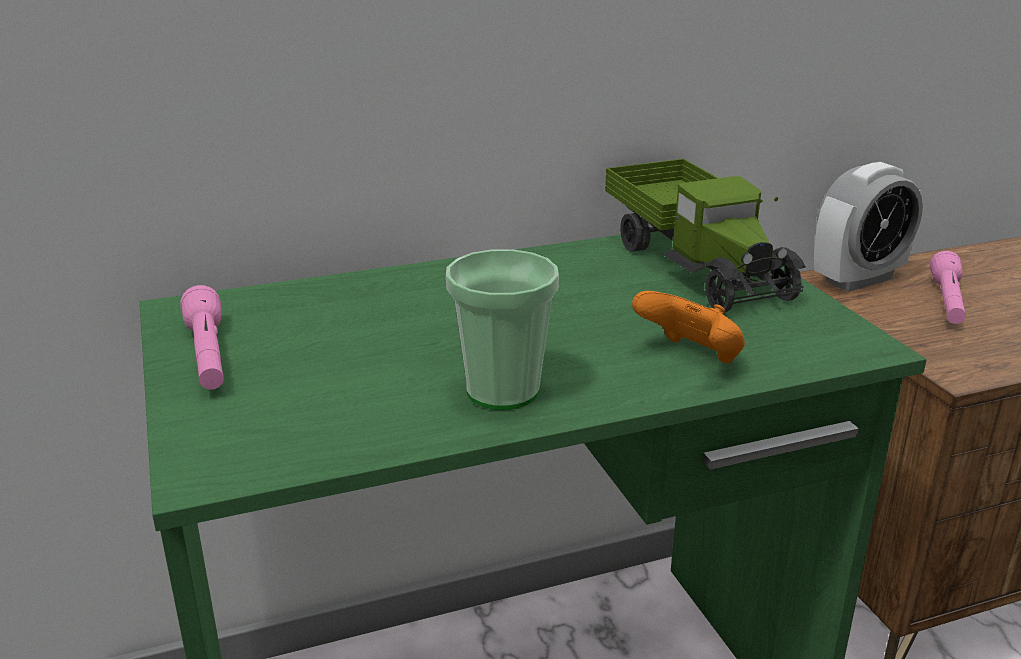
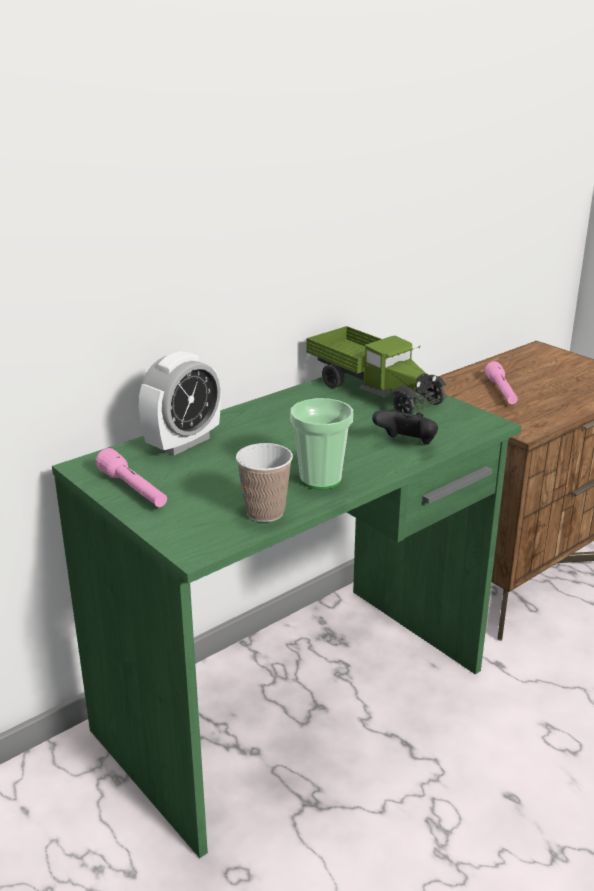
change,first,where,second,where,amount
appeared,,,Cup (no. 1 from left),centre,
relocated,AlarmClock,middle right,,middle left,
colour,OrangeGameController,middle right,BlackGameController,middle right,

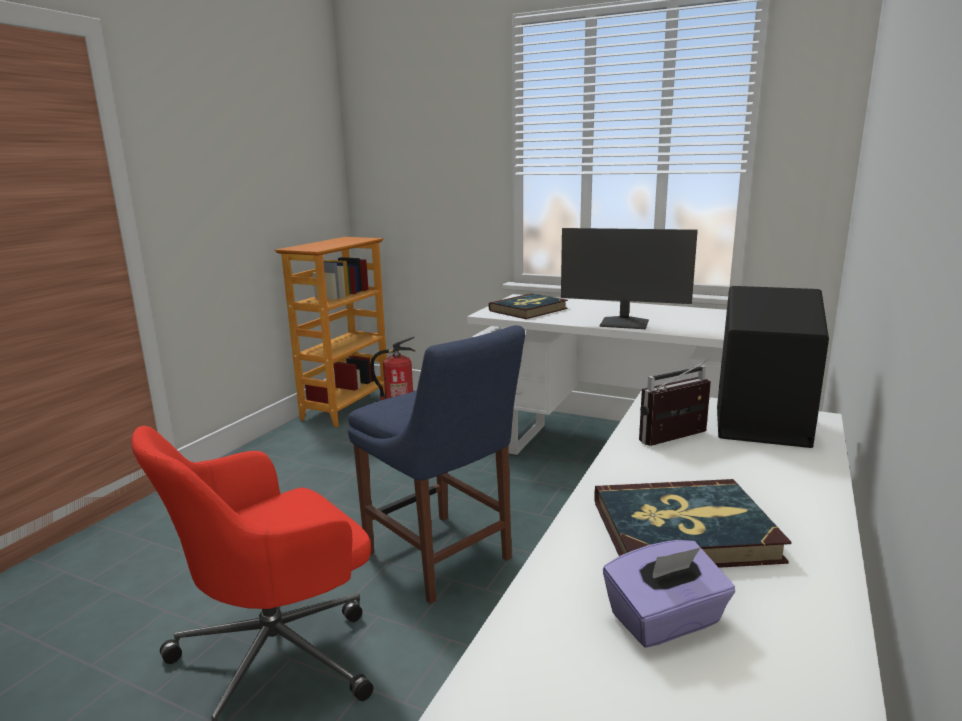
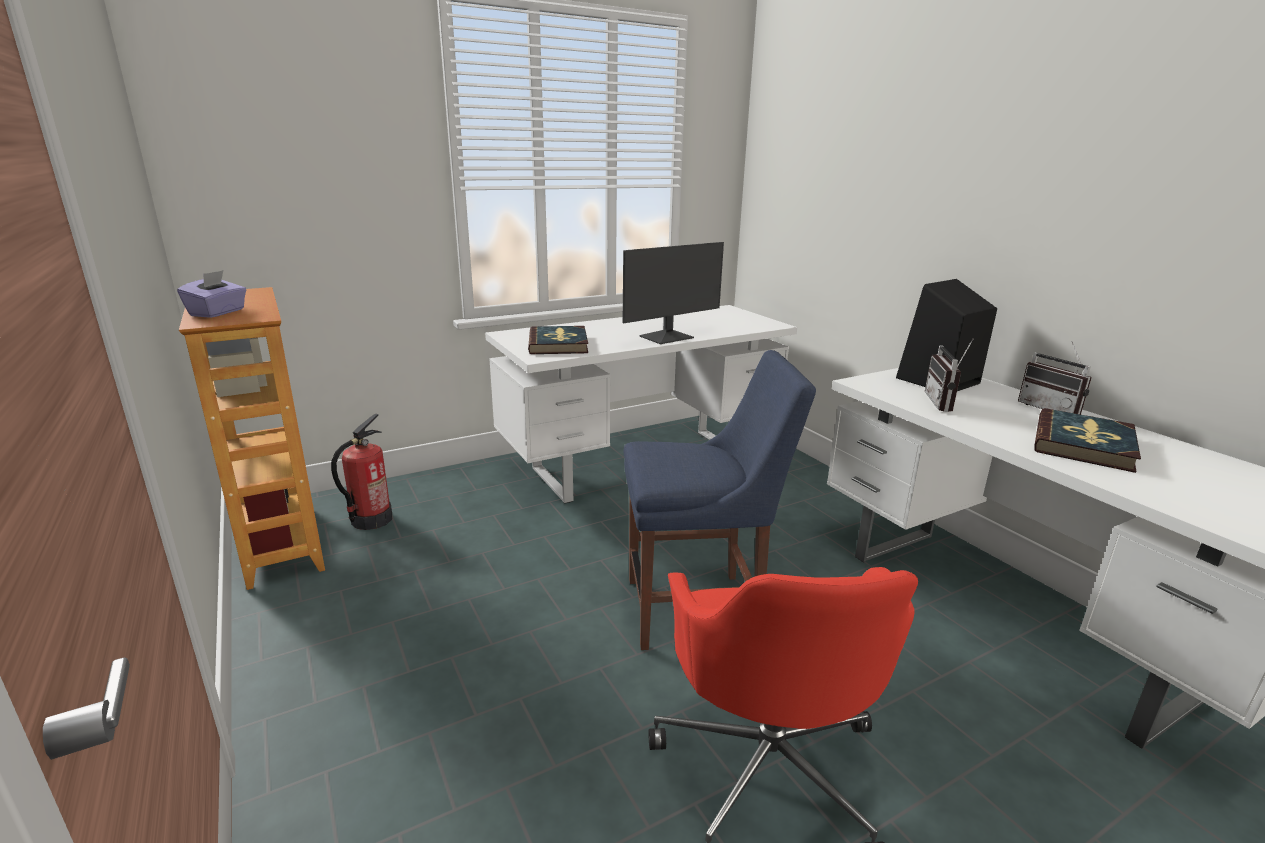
change,first,where,second,where,amount
appeared,,,Radio (no. 2 from left),middle right,
relocated,PurpleTissueBox,bottom right,,middle left,

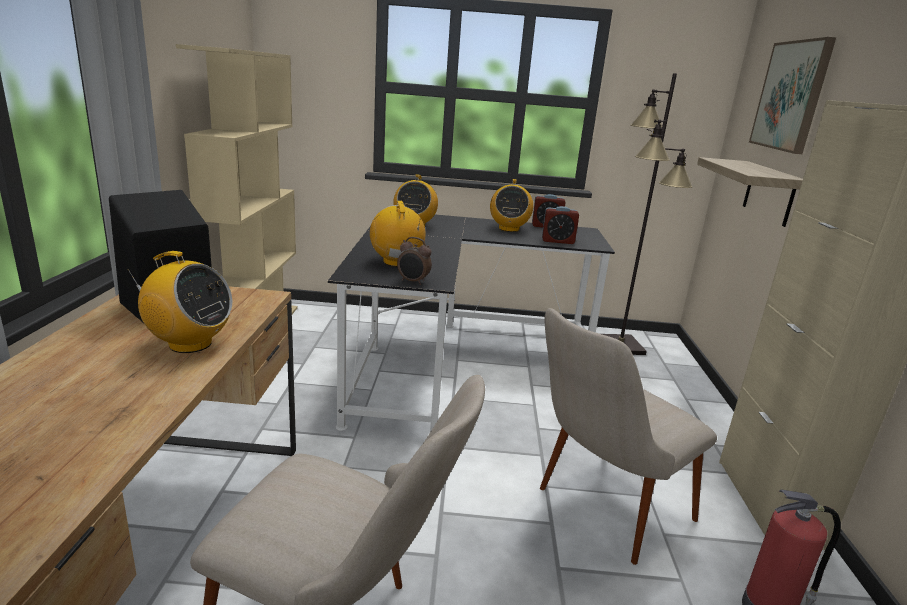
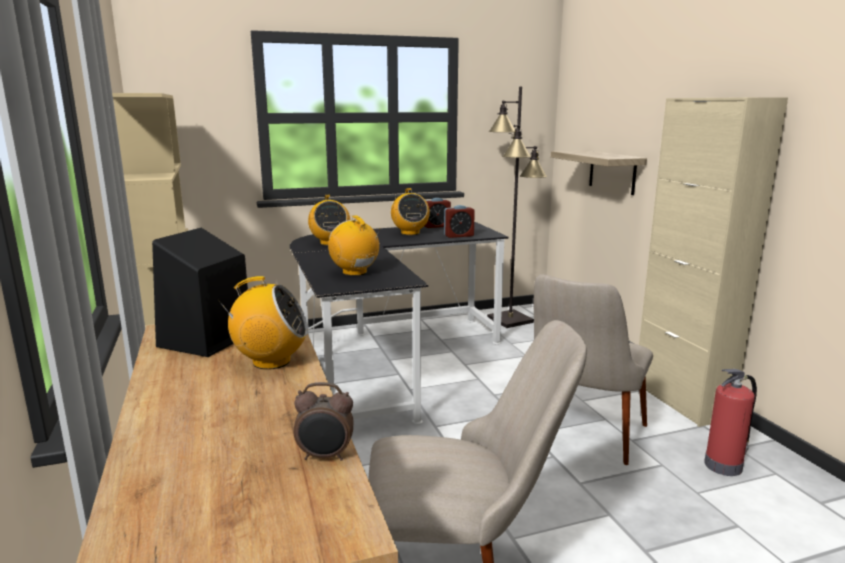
change,first,where,second,where,amount
missing,Picture,top right,,,
relocated,AlarmClock (no. 1 from left),centre,,bottom centre,

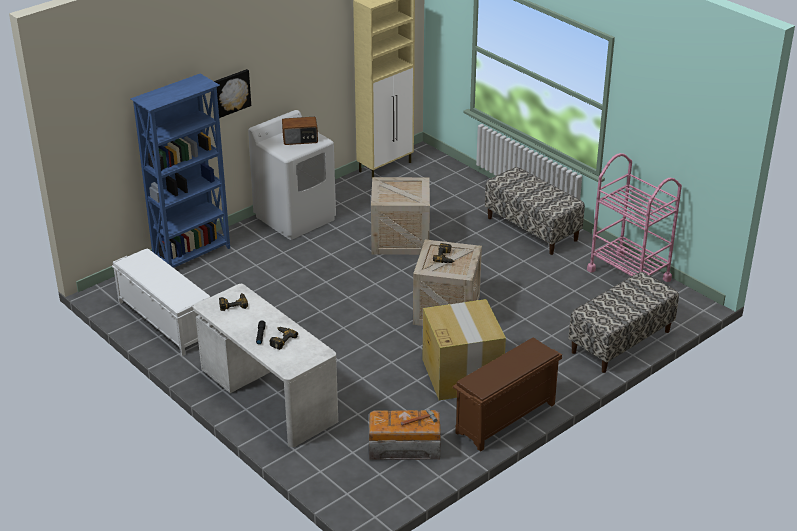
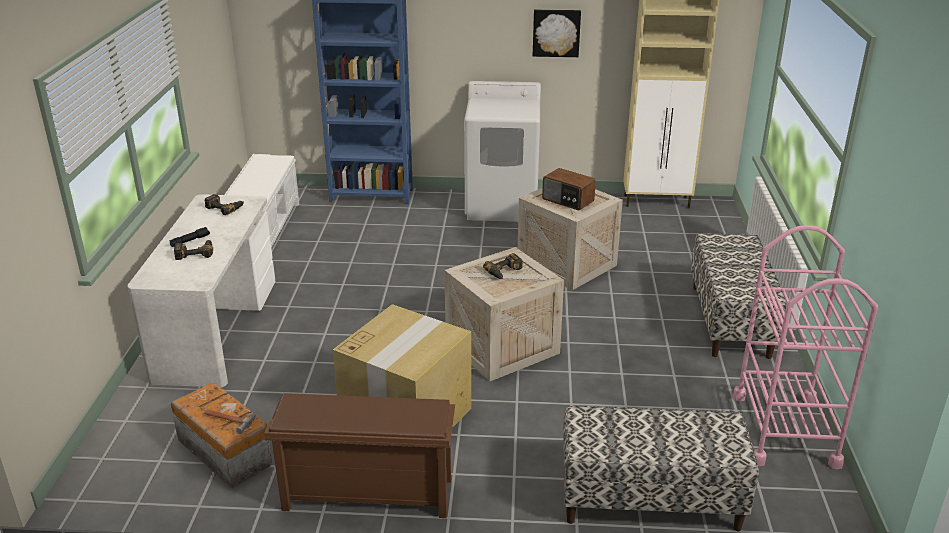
change,first,where,second,where,amount
relocated,Picture,top left,,top centre,
relocated,Radio,top centre,,centre,

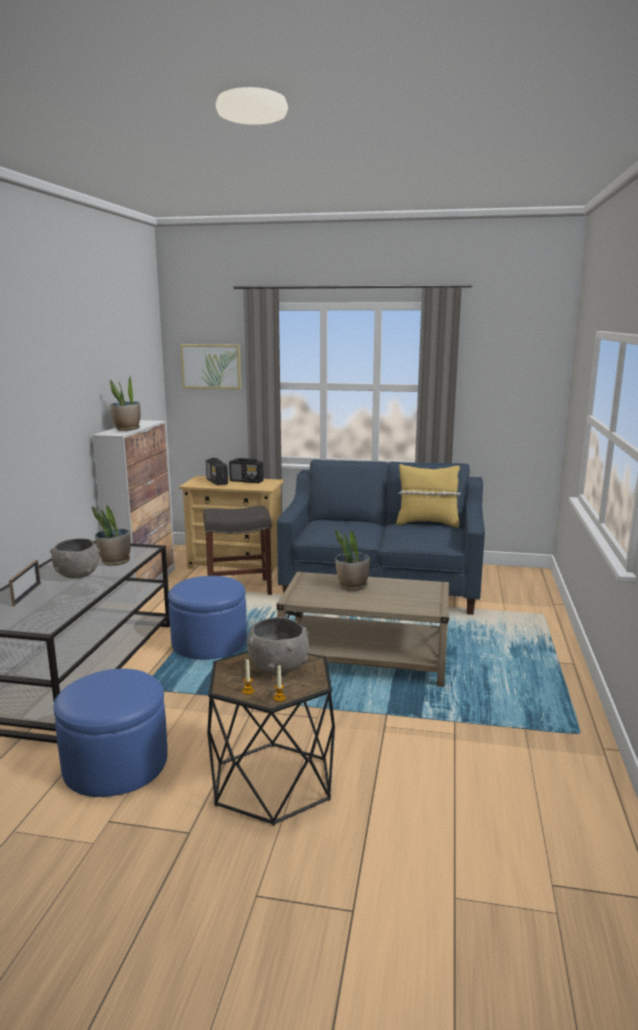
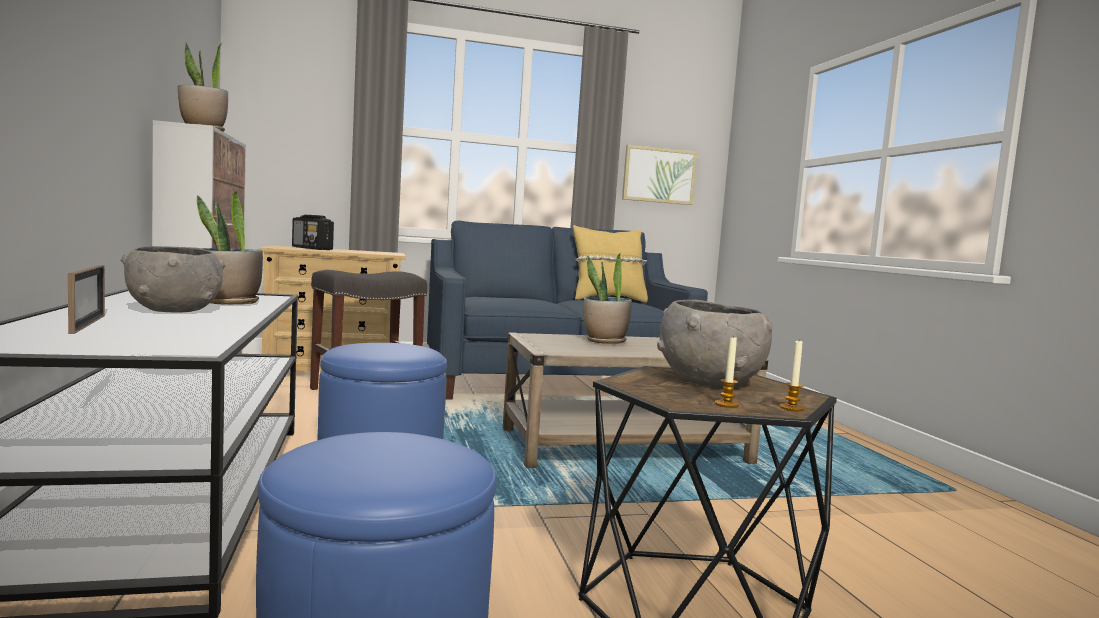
change,first,where,second,where,amount
missing,Radio (no. 2 from left),centre,,,
relocated,Picture,middle left,,top centre,

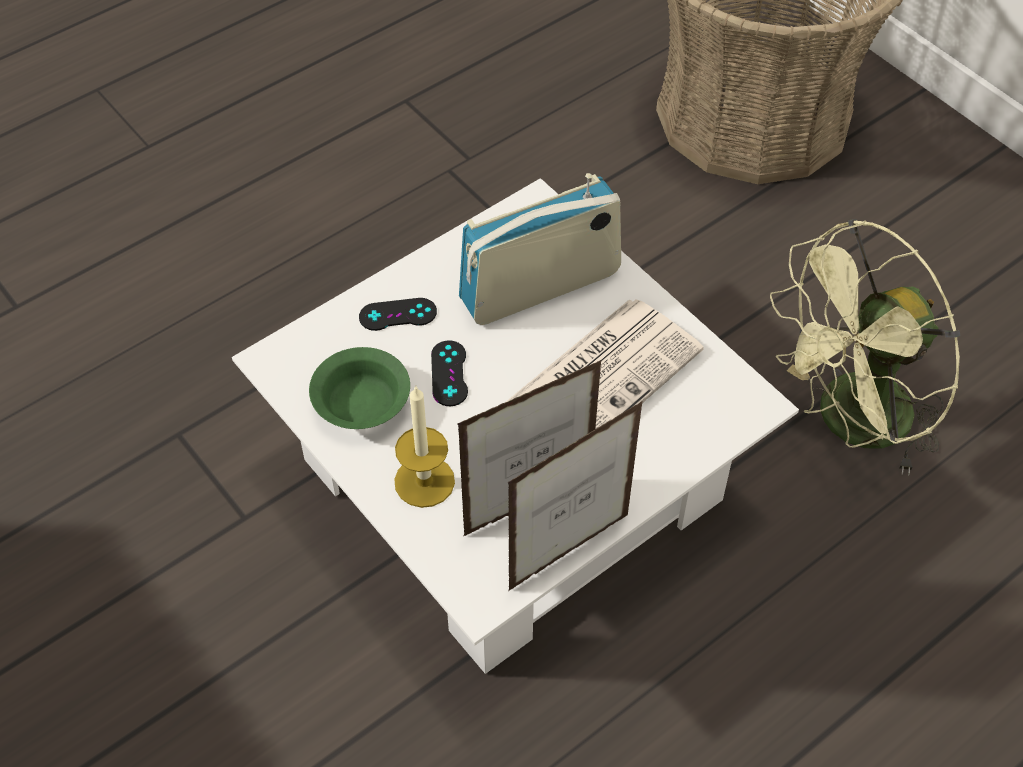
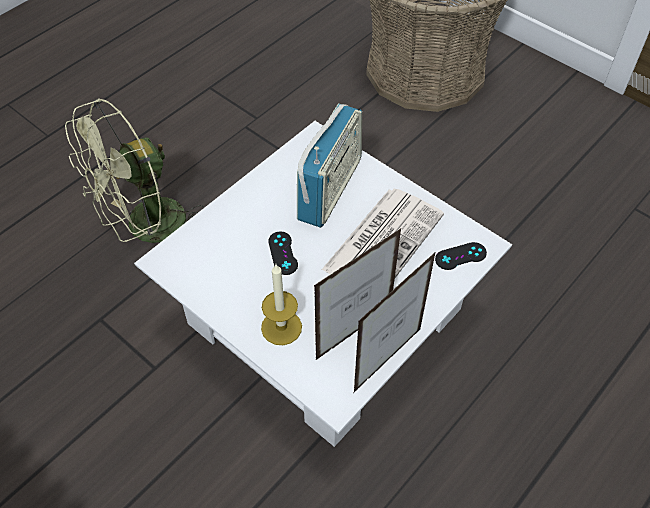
change,first,where,second,where,amount
missing,GreenBowl,centre,,,
relocated,BlackGameController (no. 1 from left in the first image),centre,BlackGameController (no. 2 from left),middle right,
relocated,GreenFan,middle right,,middle left,
spun,Radio,top centre,,top centre,150 degrees clockwise

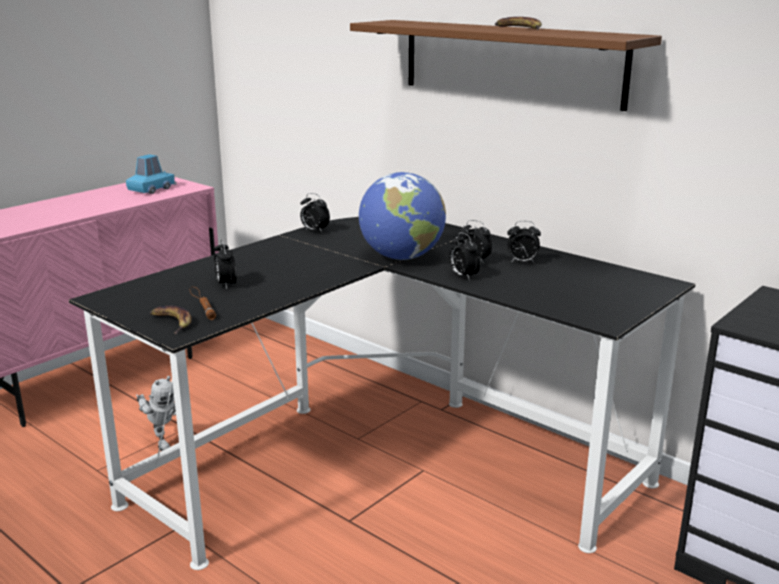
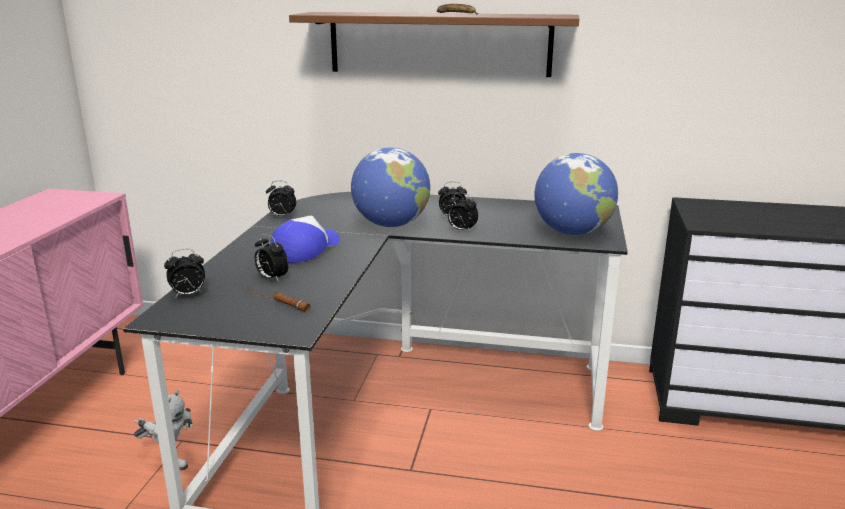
change,first,where,second,where,amount
missing,BlueToyCar,top left,,,
missing,Banana (no. 1 from left),middle left,,,
appeared,,,Cap,centre,
appeared,,,Globe (no. 2 from left),middle right,
relocated,AlarmClock (no. 5 from left in the first image),middle right,AlarmClock (no. 1 from left),middle left,

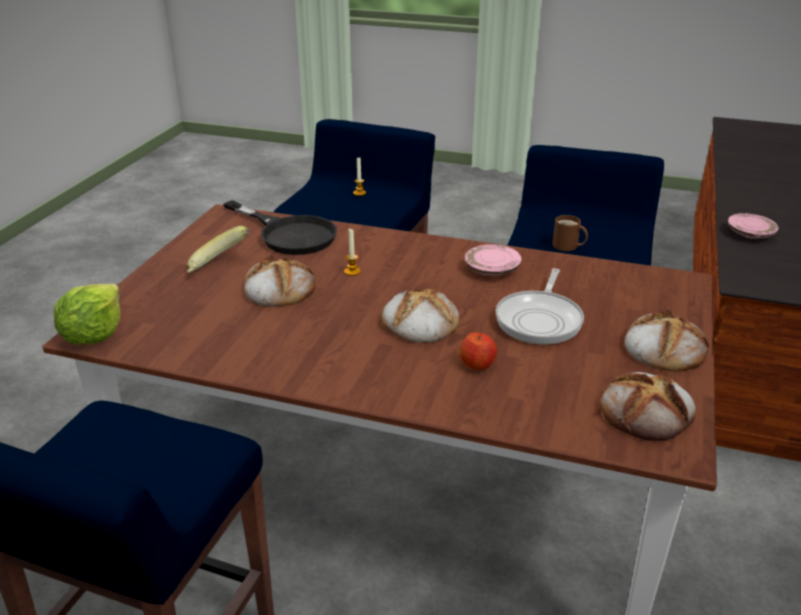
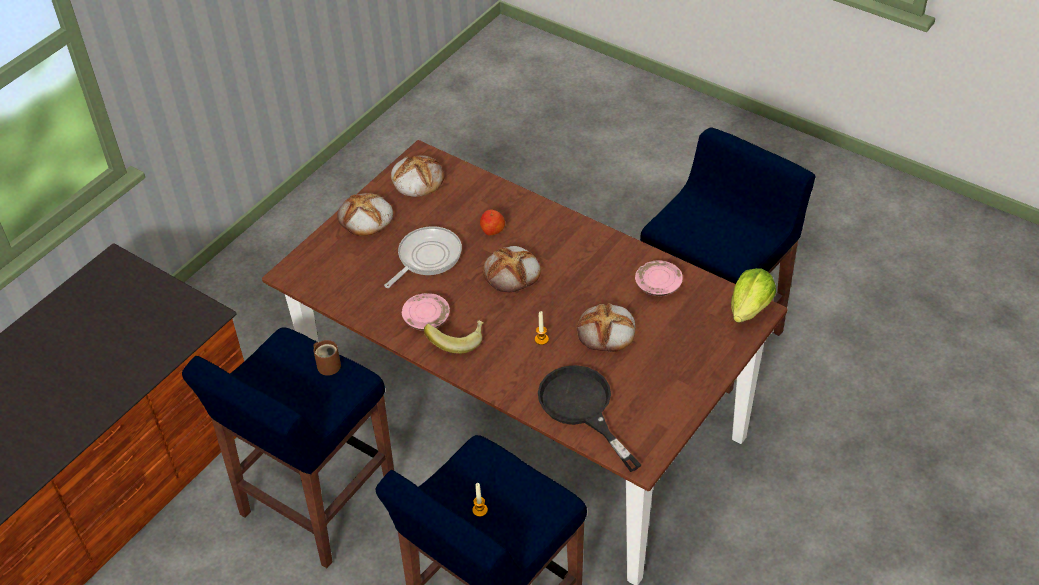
change,first,where,second,where,amount
relocated,Banana,middle left,,centre,
relocated,PinkPlate (no. 2 from left),middle right,,centre,

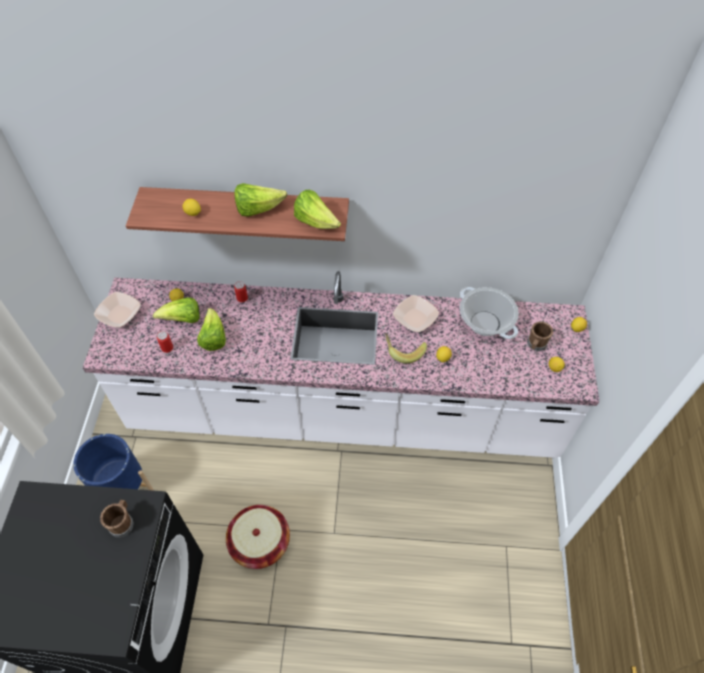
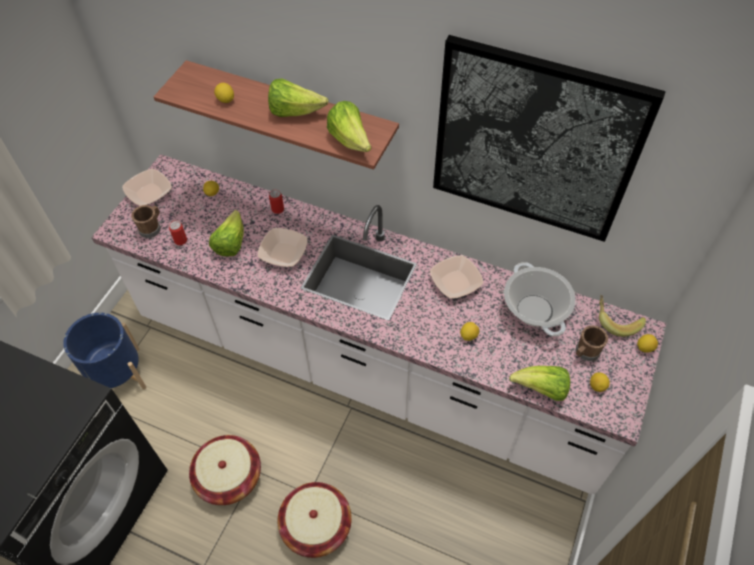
change,first,where,second,where,amount
appeared,,,Bowl (no. 2 from left),centre,
appeared,,,Basket (no. 2 from left),bottom centre,
appeared,,,Picture,top right,
relocated,BrownMug (no. 1 from left),bottom left,,middle left,
relocated,Lettuce (no. 1 from left in the first image),middle left,Lettuce (no. 4 from left),bottom right,
relocated,Banana,centre,,middle right,

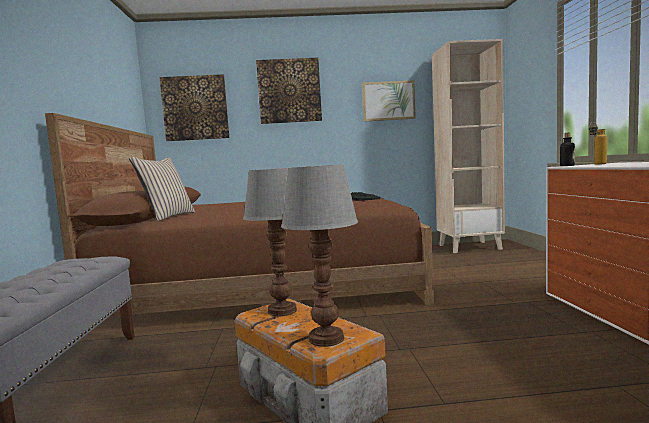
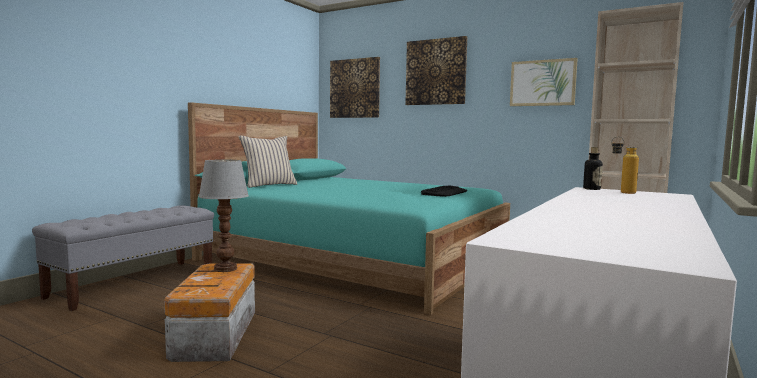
change,first,where,second,where,amount
missing,TableLamp (no. 2 from left),centre,,,
colour,BrownBed,centre,TurquoiseBed,centre,

